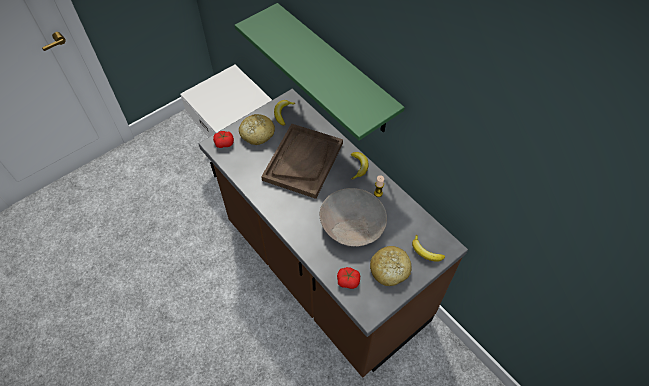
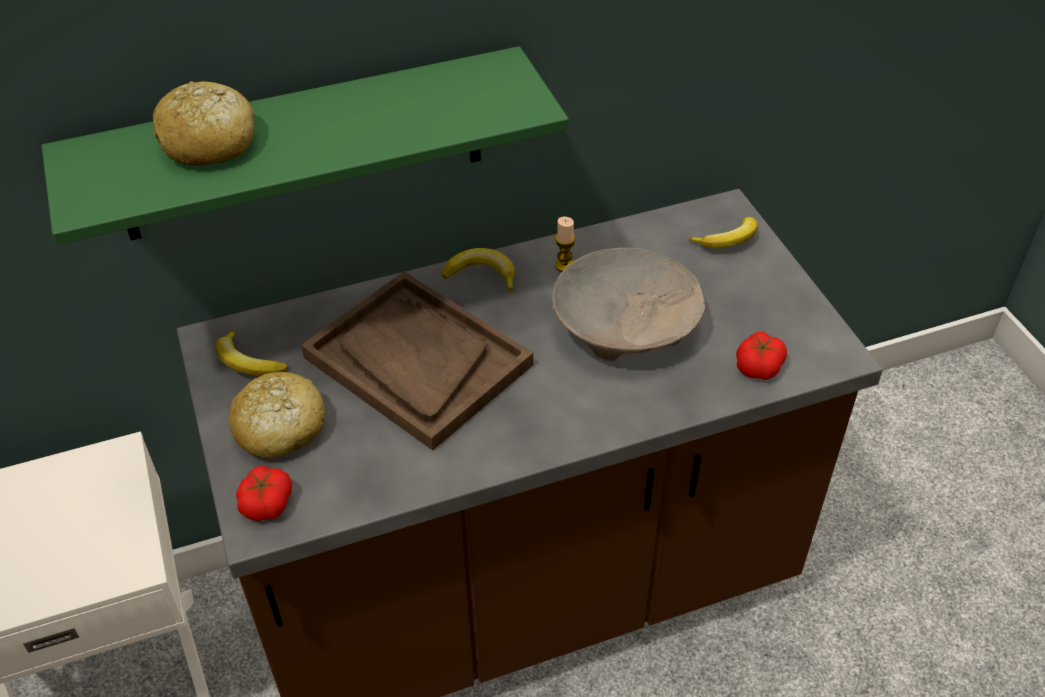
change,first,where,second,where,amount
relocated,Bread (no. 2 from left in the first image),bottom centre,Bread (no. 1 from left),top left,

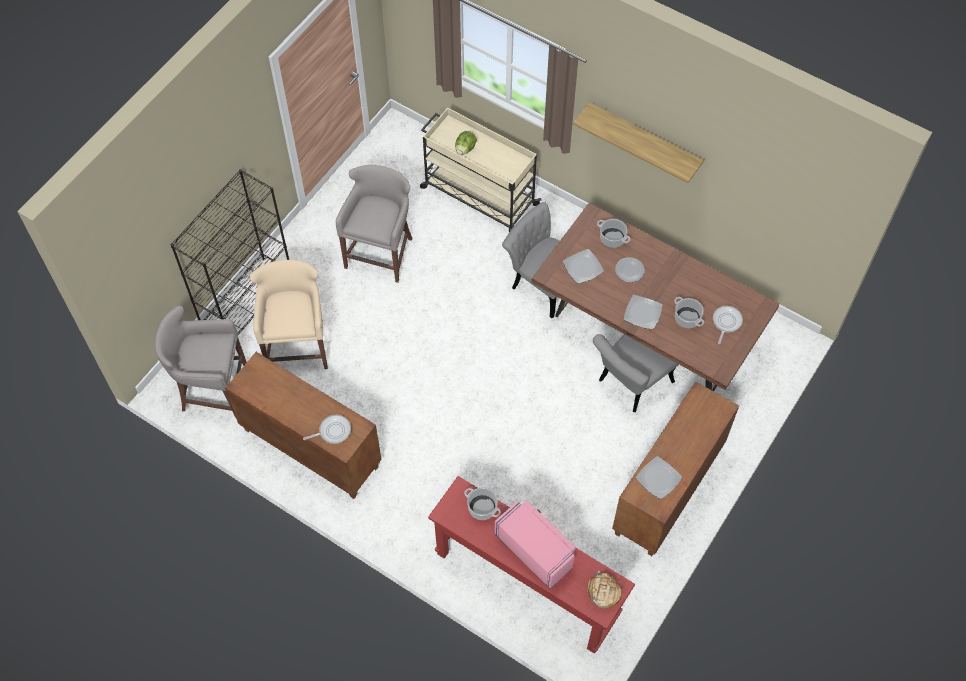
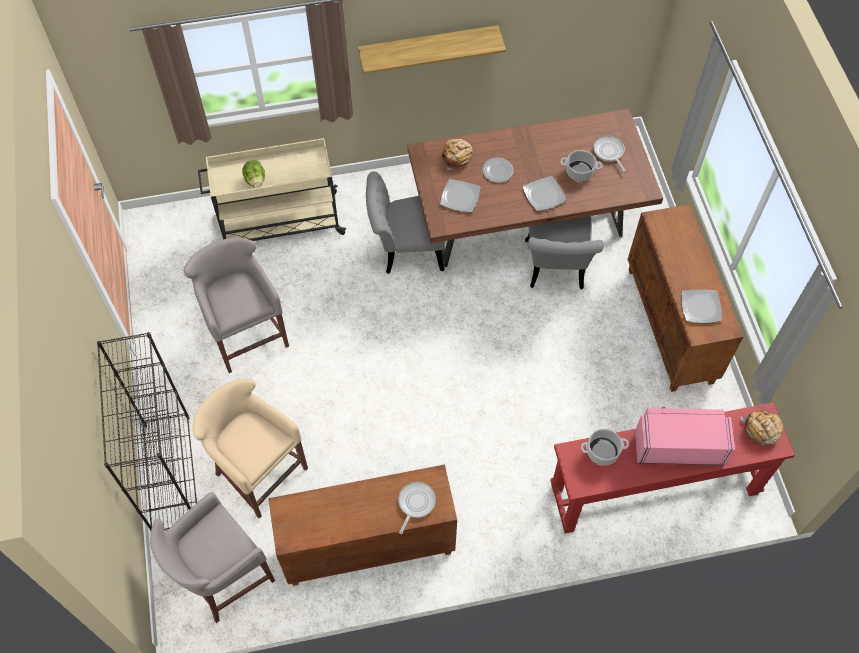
change,first,where,second,where,amount
exchanged,CookingPot (no. 2 from left),centre,Bread (no. 1 from left),top centre,

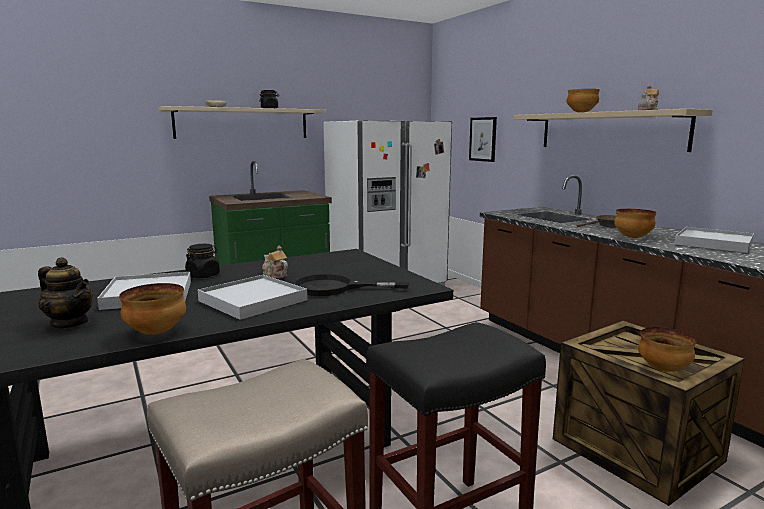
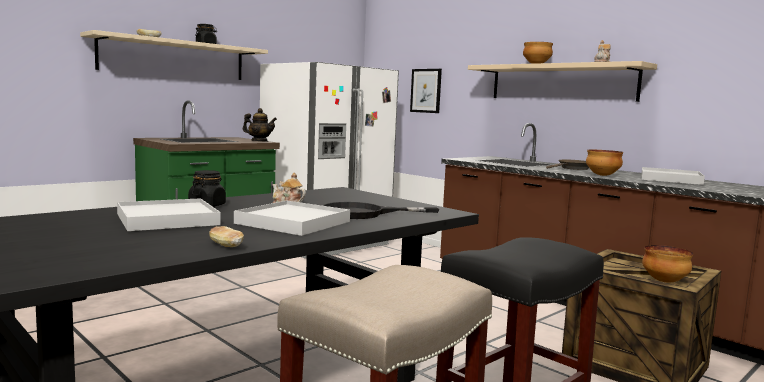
change,first,where,second,where,amount
relocated,Teapot (no. 1 from left),middle left,,top centre,
exchanged,Bowl (no. 1 from left),middle left,Bread (no. 2 from left),middle left,

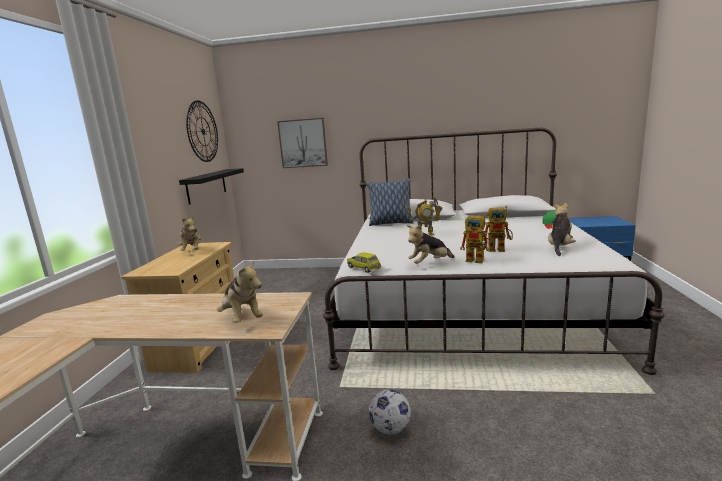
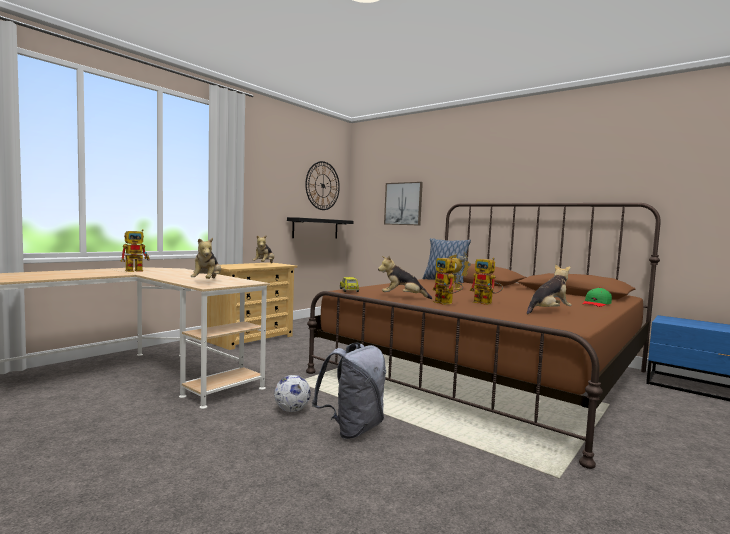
change,first,where,second,where,amount
appeared,,,ToyRobot (no. 1 from left),middle left,
appeared,,,GreyBackpack,bottom centre,
colour,WhiteBed,middle right,BrownBed,centre,

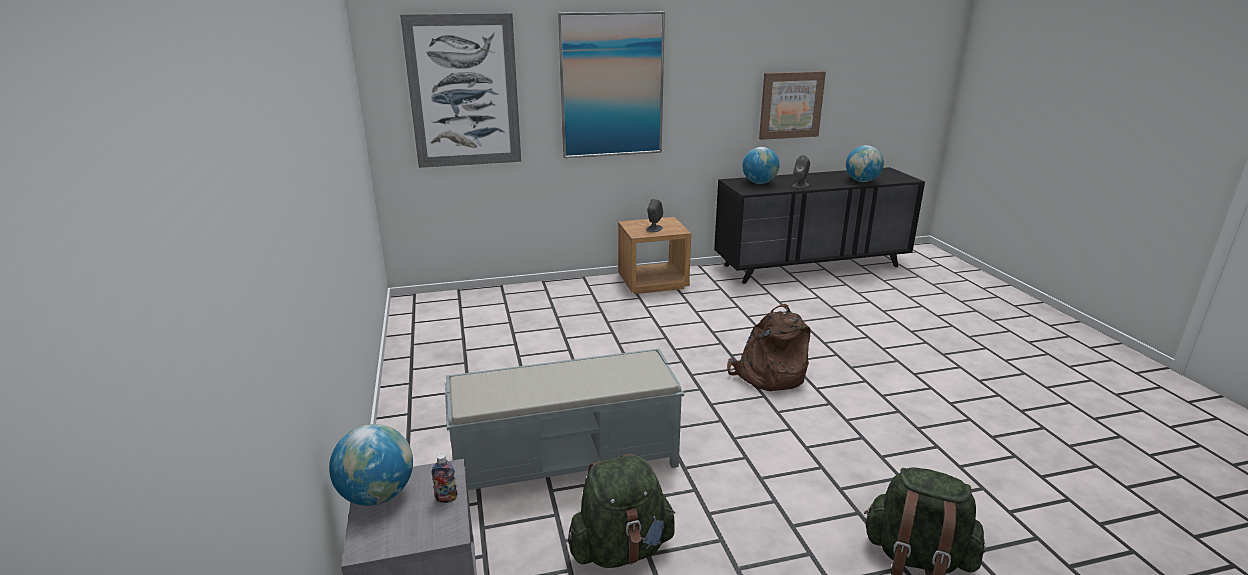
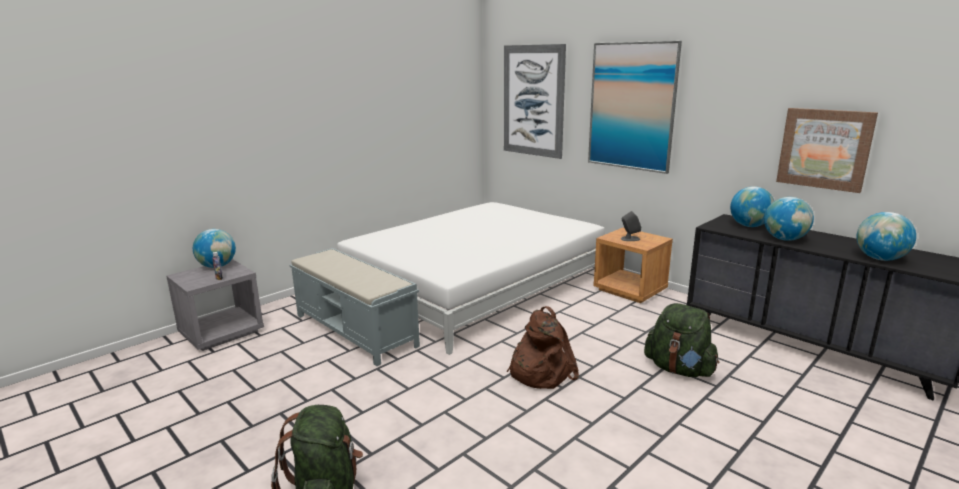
change,first,where,second,where,amount
appeared,,,WhiteBed,centre,
relocated,GreenBackpack (no. 1 from left in the first image),bottom centre,GreenBackpack (no. 2 from left),bottom right,
exchanged,GreySpeaker (no. 2 from left),top centre,Globe (no. 3 from left),middle right,

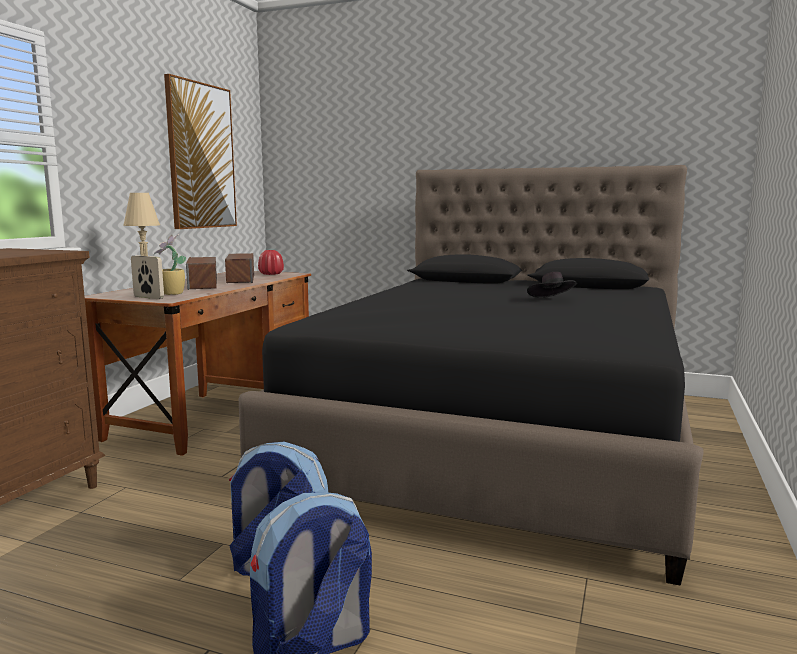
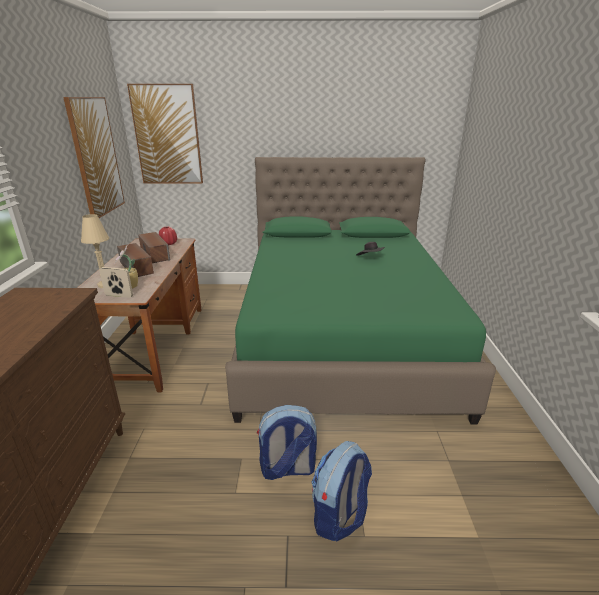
change,first,where,second,where,amount
appeared,,,Picture (no. 2 from left),top left,
colour,BlackBed,centre,GreenBed,centre,

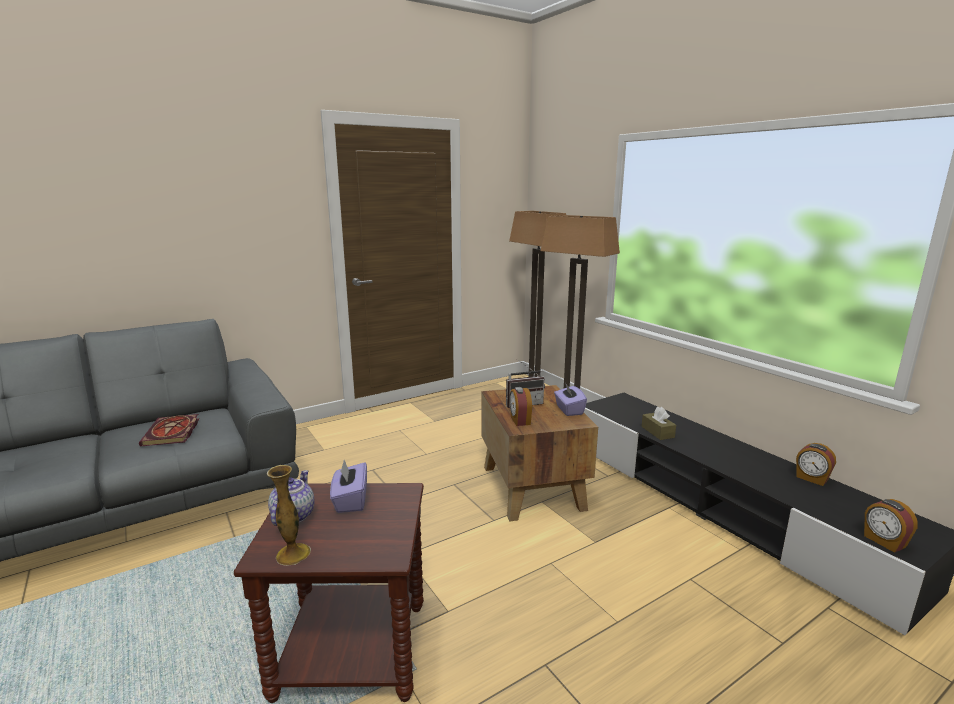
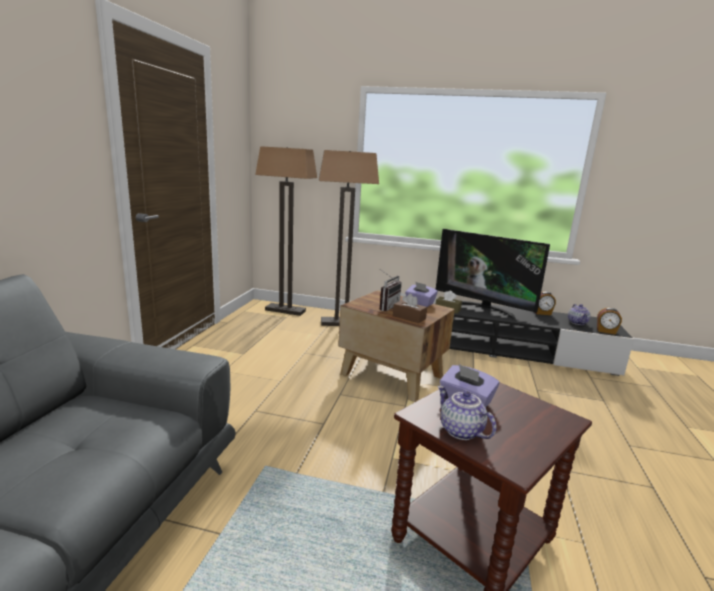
change,first,where,second,where,amount
missing,Book,middle left,,,
missing,Vase,bottom left,,,
appeared,,,Television,middle right,
appeared,,,Teapot (no. 2 from left),middle right,
exchanged,AlarmClock (no. 1 from left),centre,BrownTissueBox (no. 1 from left),centre,

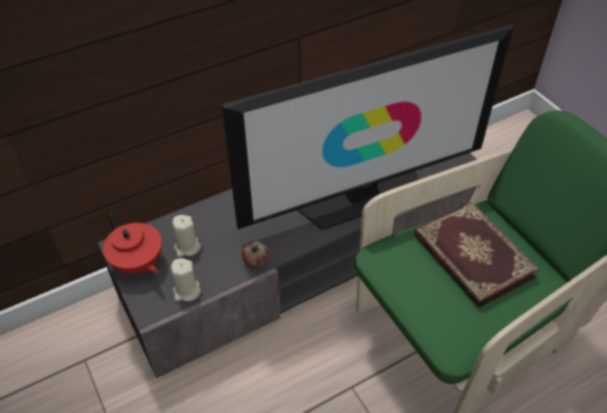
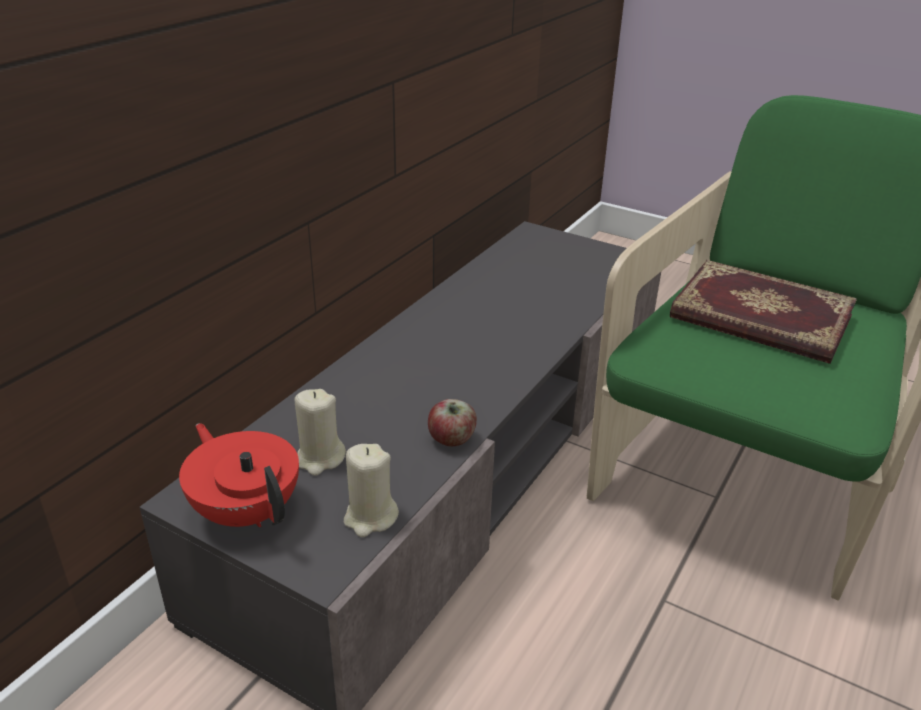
change,first,where,second,where,amount
missing,Television,top centre,,,
spun,RedTeapot,middle left,,bottom left,150 degrees counterclockwise

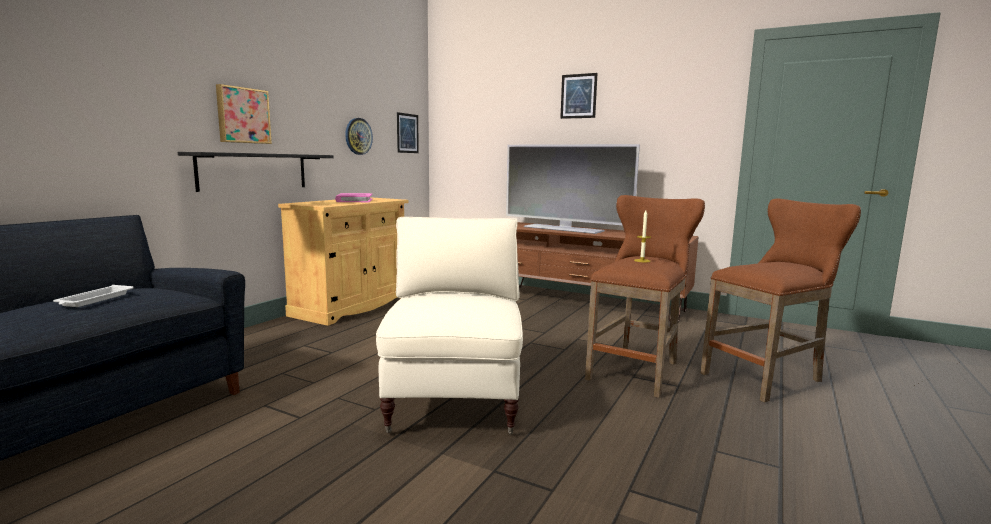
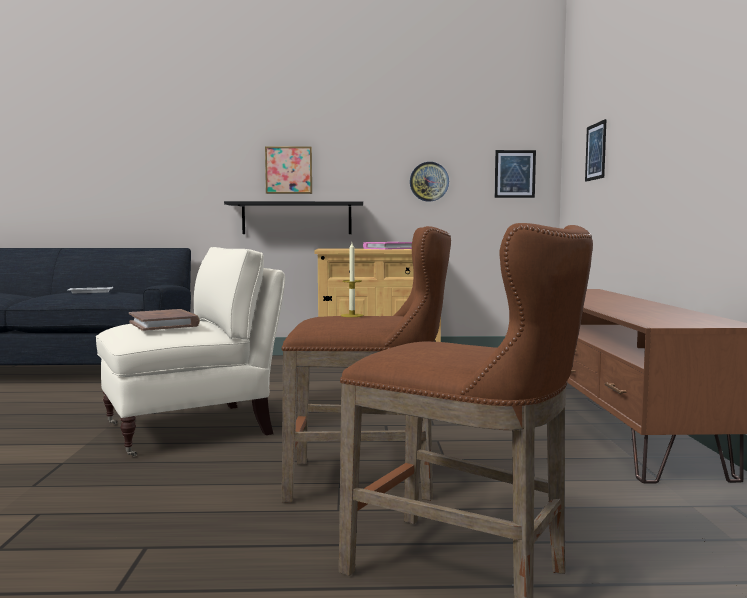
change,first,where,second,where,amount
missing,Television,centre,,,
appeared,,,BrownBook,middle left,
relocated,Picture (no. 3 from left),top centre,,top right,

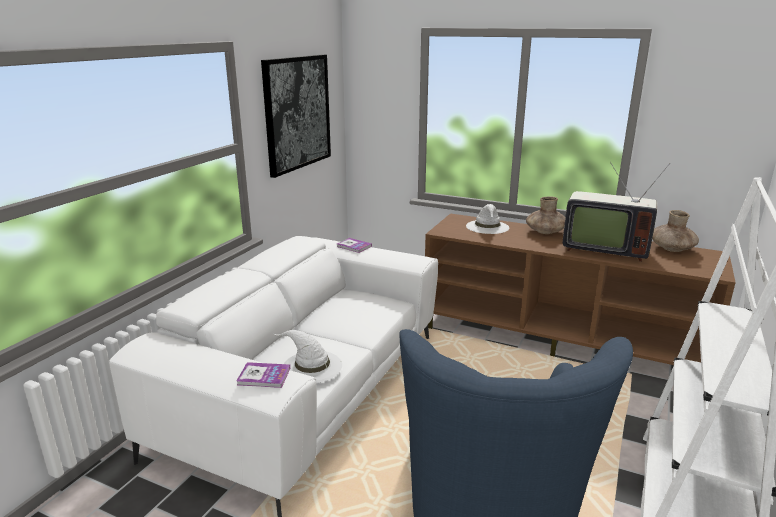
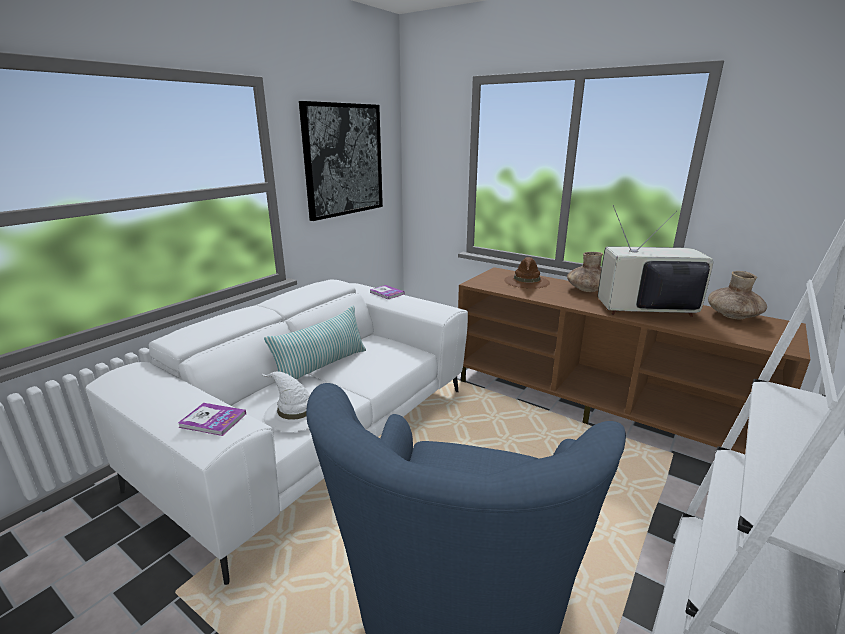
change,first,where,second,where,amount
appeared,,,Pillow,centre,
colour,WhiteHat (no. 2 from left),centre,BrownHat,centre,
spun,Television,middle right,,middle right,150 degrees clockwise

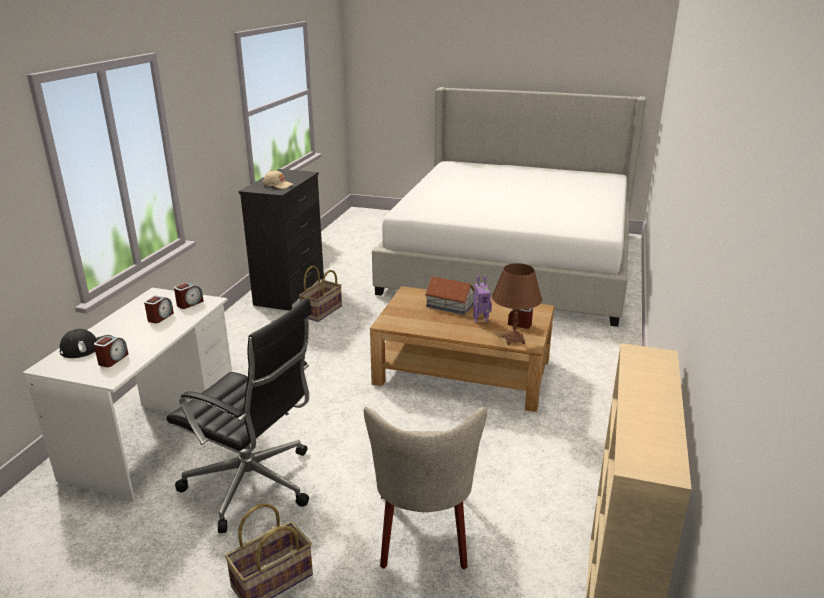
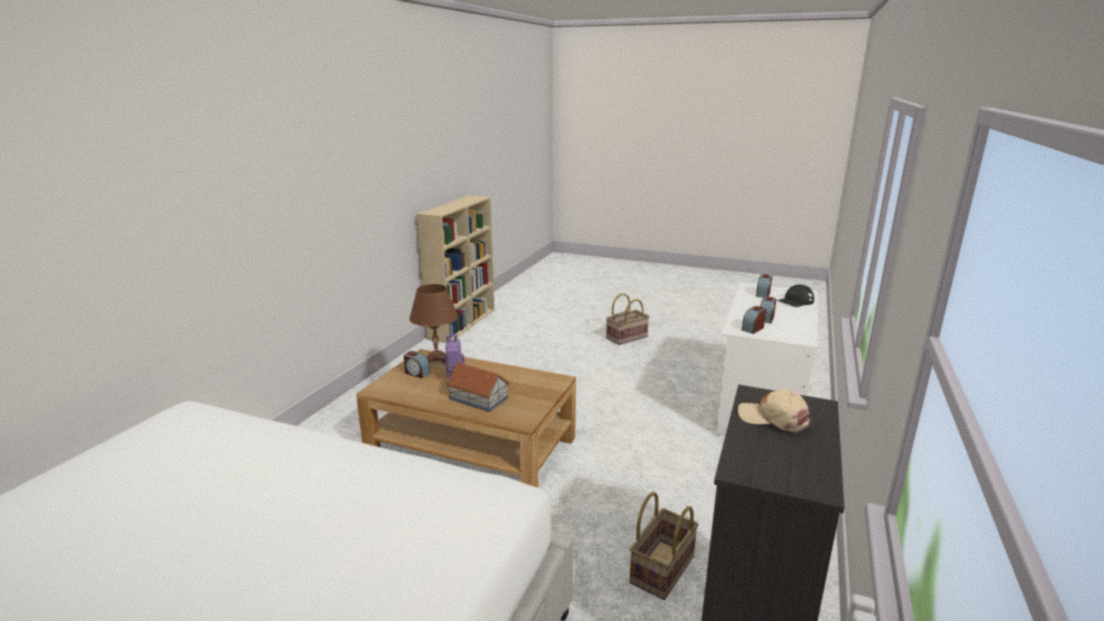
change,first,where,second,where,amount
missing,BlackOfficeChair,bottom left,,,
missing,BeigeChair,bottom centre,,,

